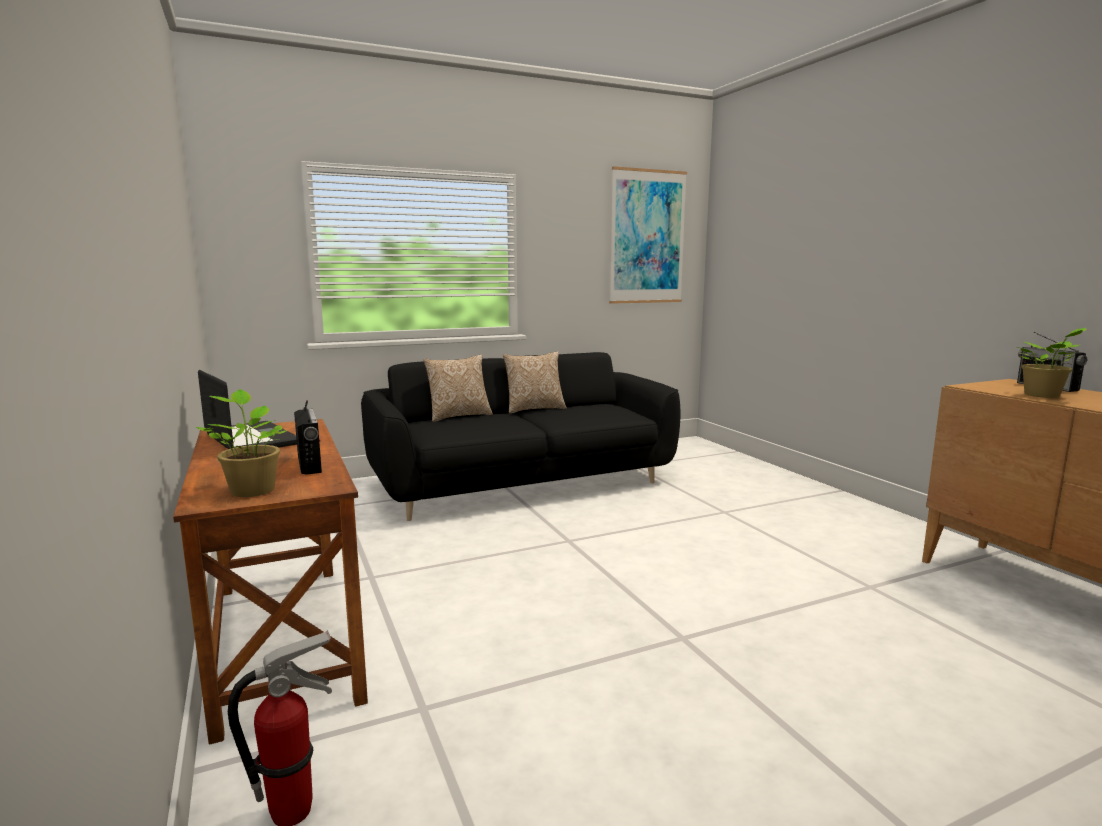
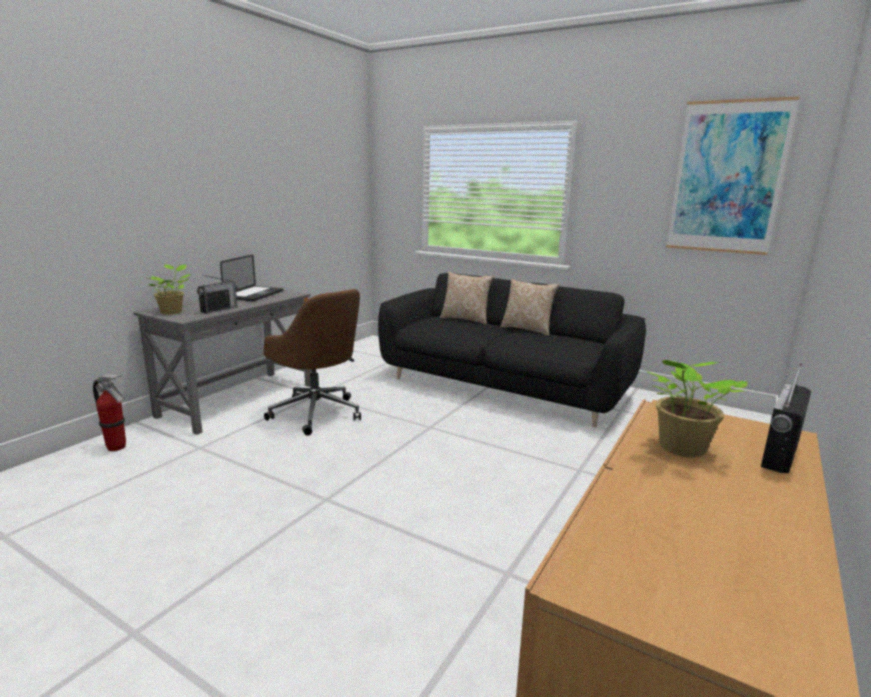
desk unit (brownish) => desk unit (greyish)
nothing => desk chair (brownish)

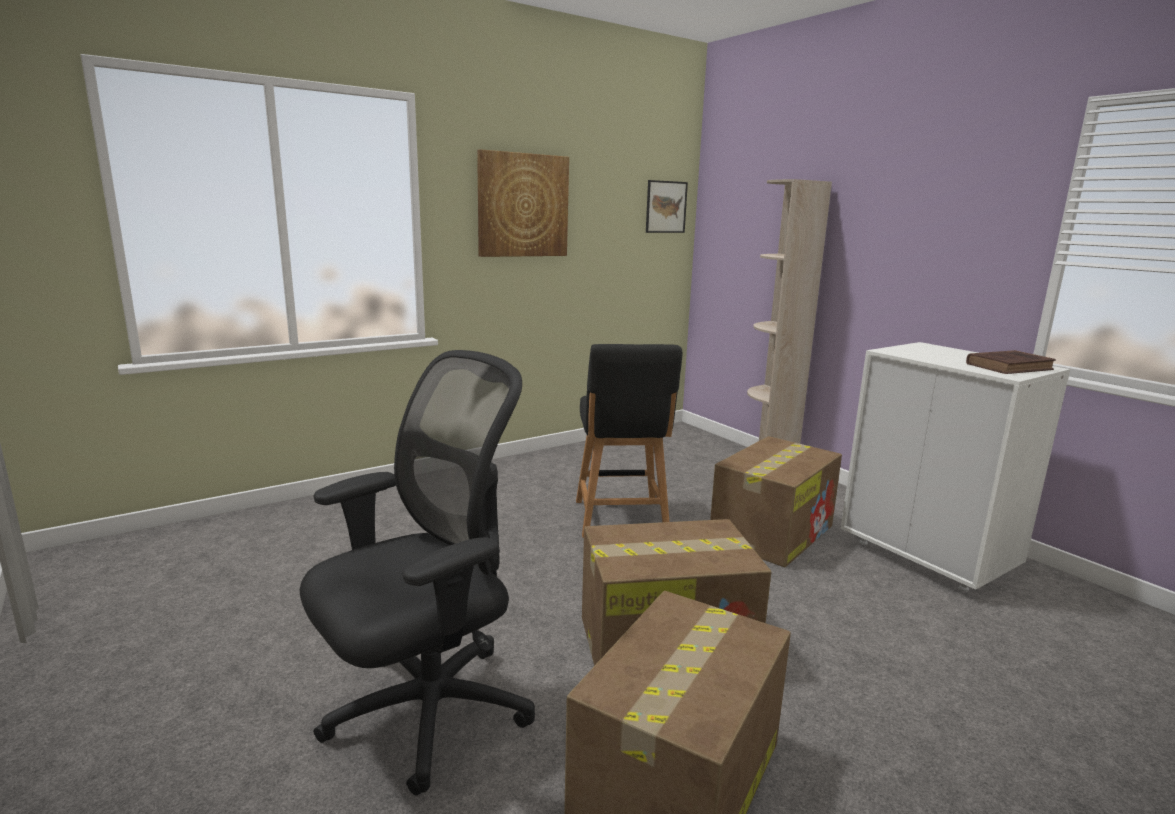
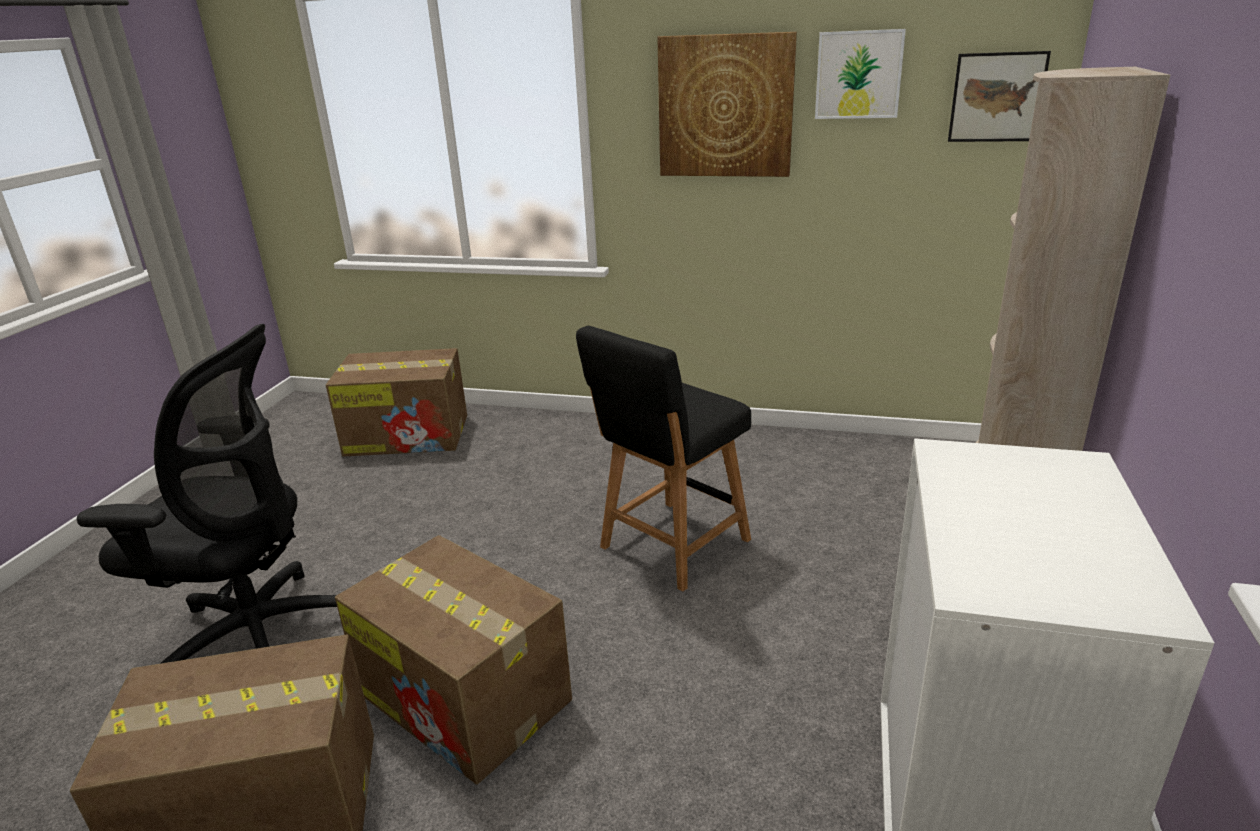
carton (no. 3 from left in the first image) => carton (no. 2 from left), shifted
bound book (brownish) => nothing
nothing => wall art (no. 2 from left)

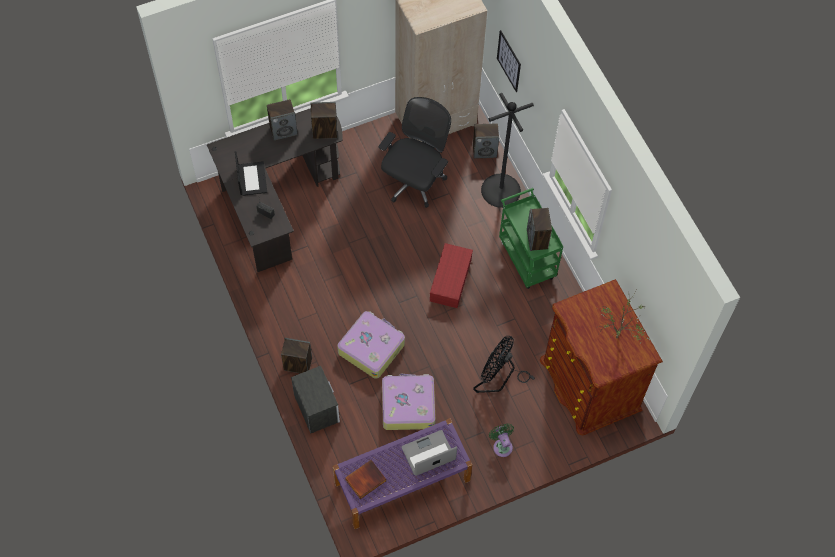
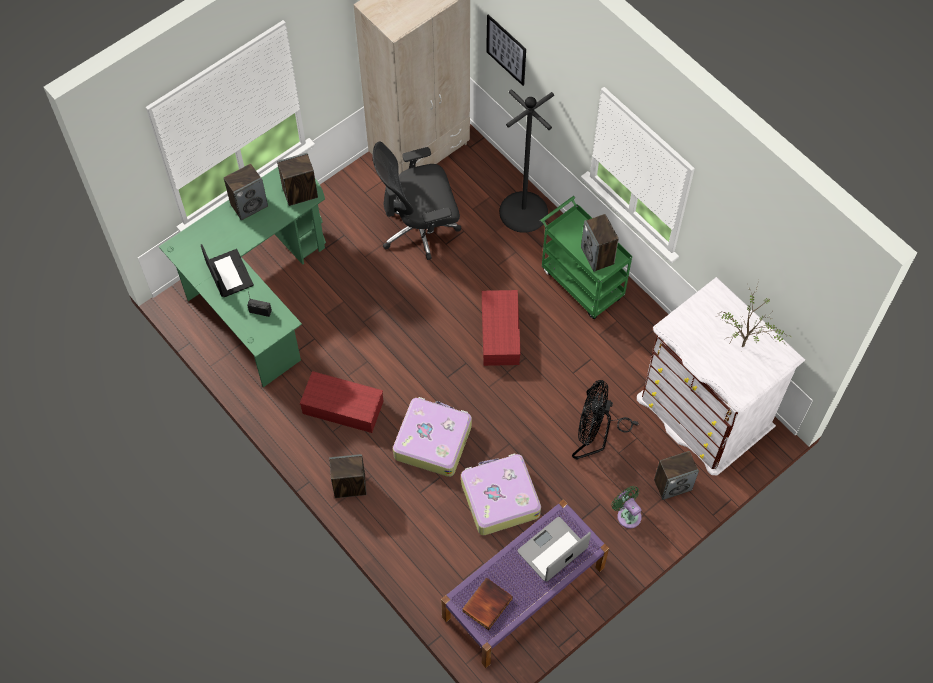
desk unit (black-coloured) => desk unit (greenish)
nightstand => nothing
desk chair, 120 degrees counterclockwise
speaker (no. 4 from left in the first image) => speaker (no. 5 from left), shifted
dresser (brownish) => dresser (white)
nothing => storage box (reddish) (no. 1 from left)

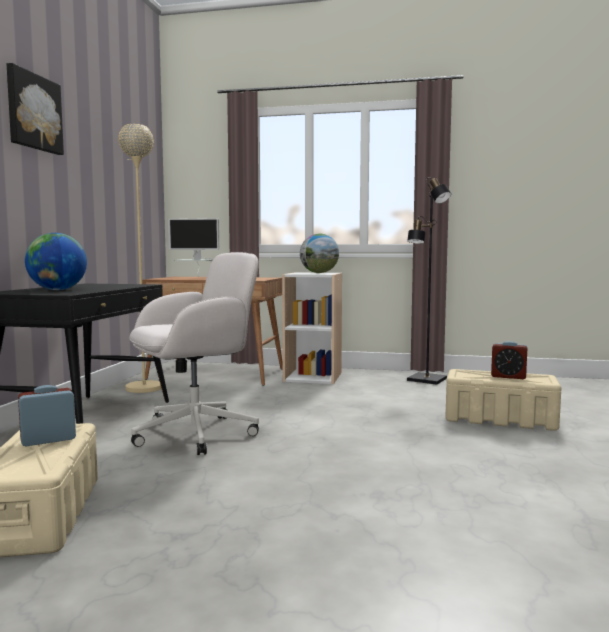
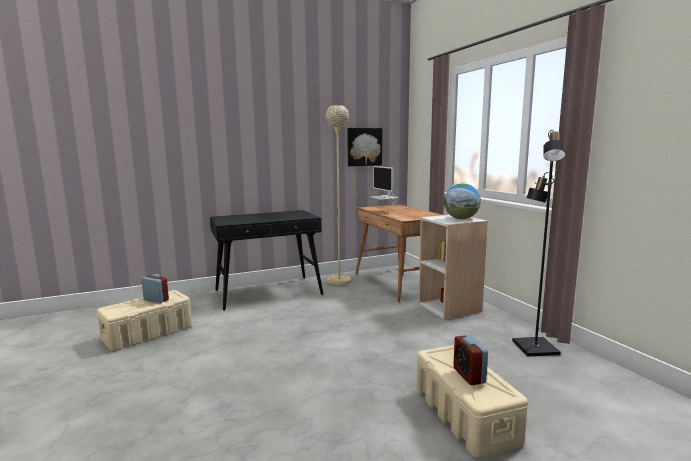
wall art, shifted
globe (no. 1 from left) => nothing
desk chair (white) => nothing

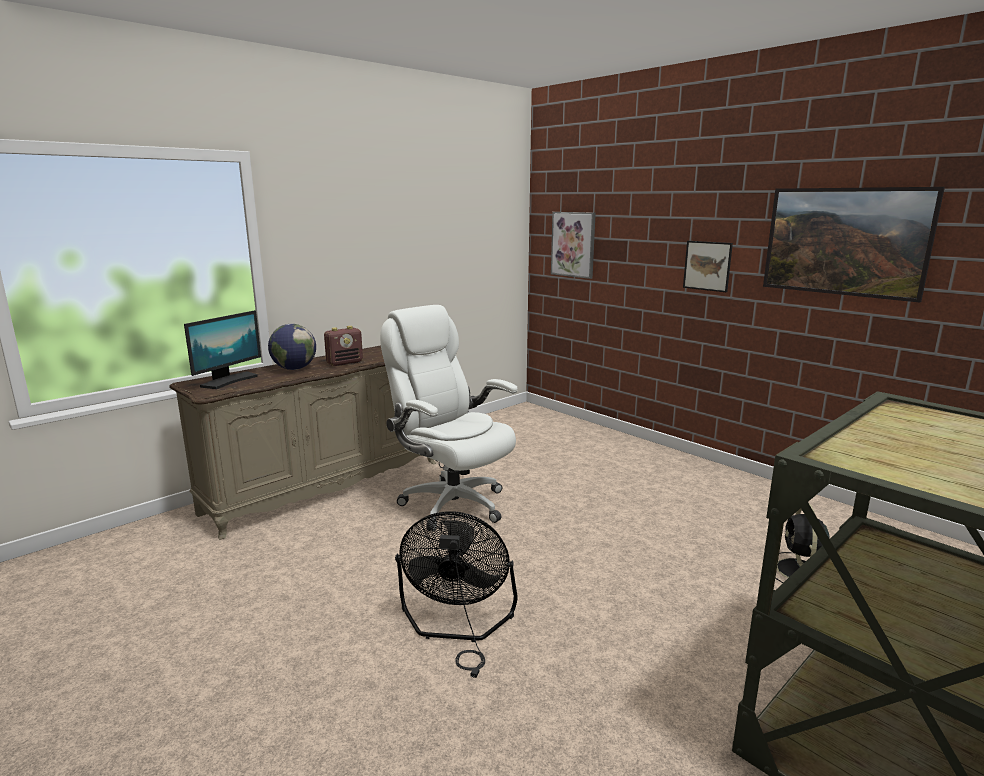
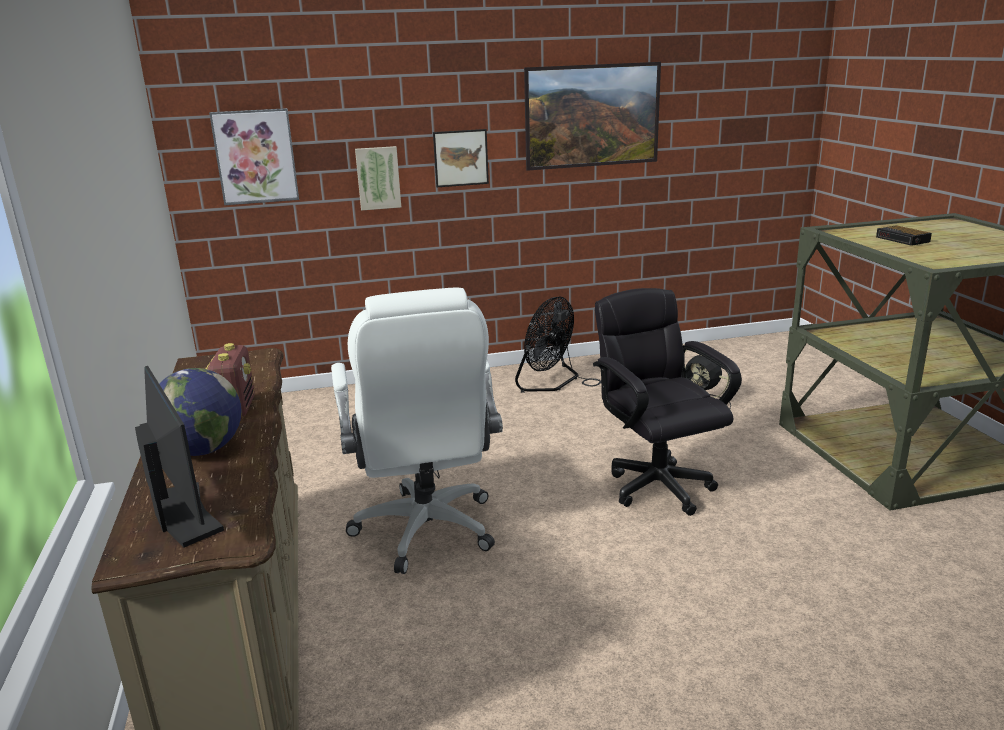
desk chair (white), 90 degrees counterclockwise
cooling fan (black-coloured) (no. 1 from left), shifted
nothing => wall art (no. 2 from left)
nothing => desk chair (black-coloured)
nothing => bedside clock

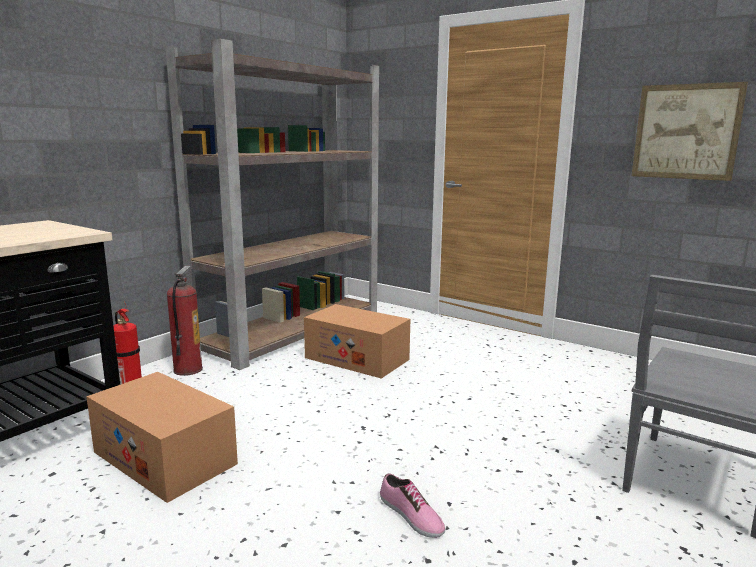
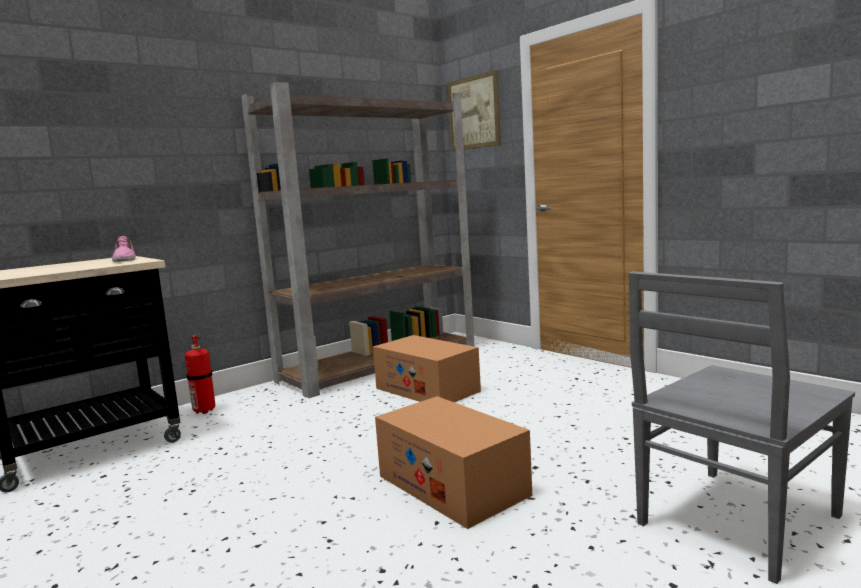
carton (no. 1 from left in the first image) => carton (no. 2 from left), shifted
fire-fighting cylinder (no. 2 from left) => nothing
low shoe, shifted
wall art, shifted

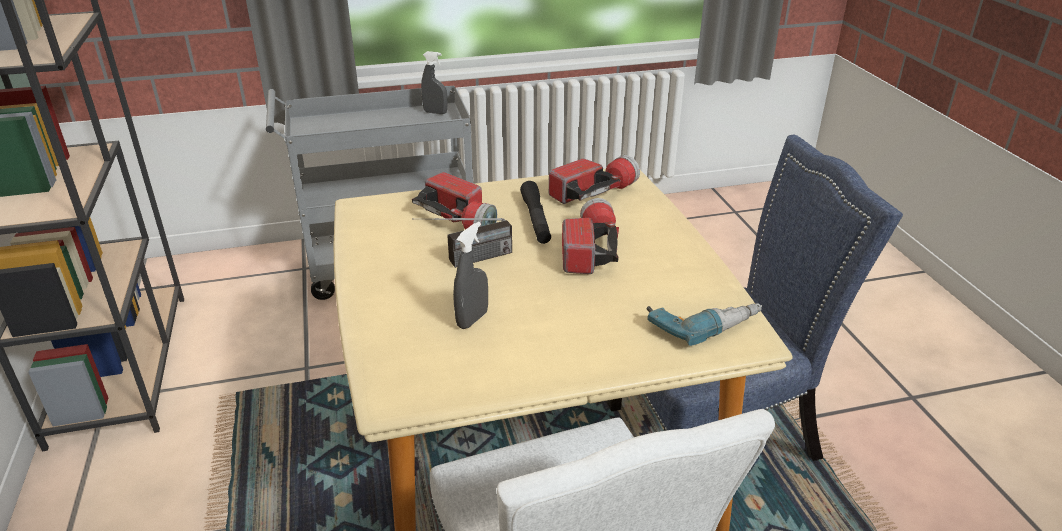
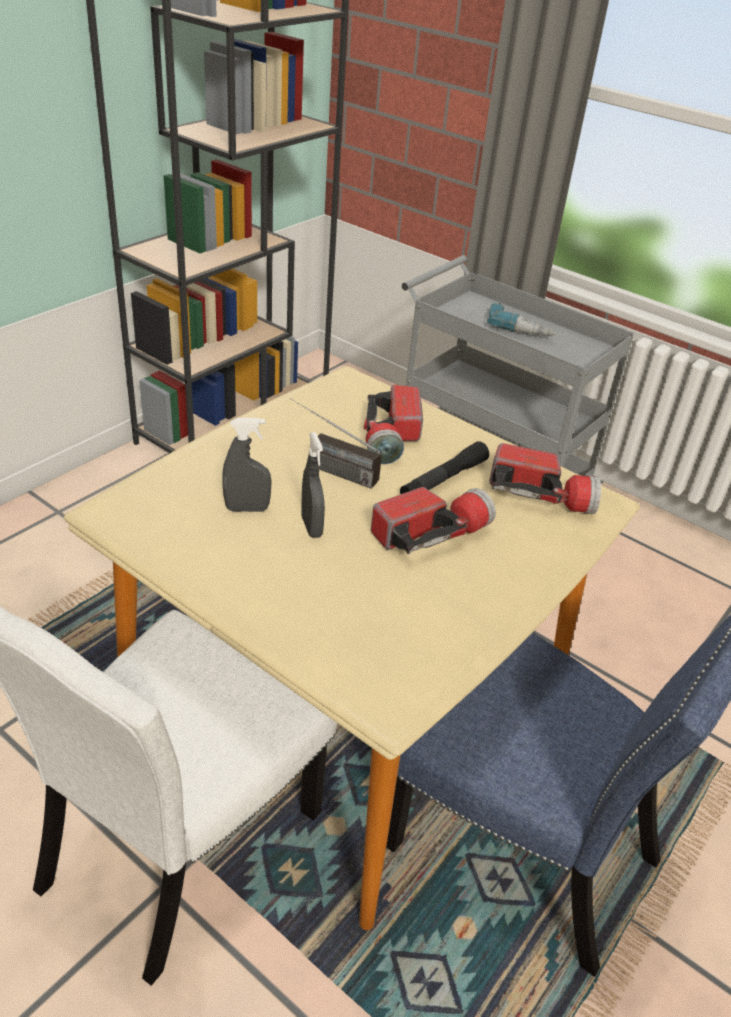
sprayer (greyish) (no. 1 from left in the first image) => sprayer (greyish) (no. 2 from left), shifted
power drill, shifted

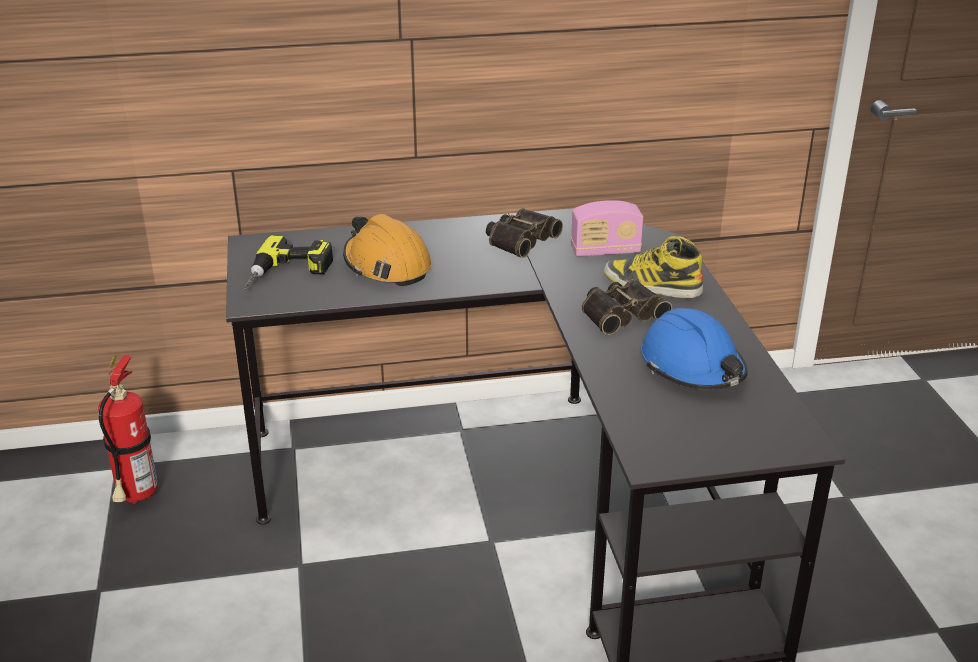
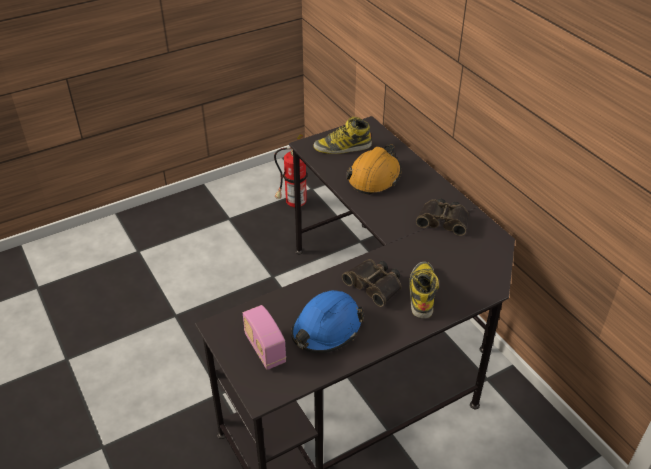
power drill => tall boot (no. 1 from left)
radio, shifted

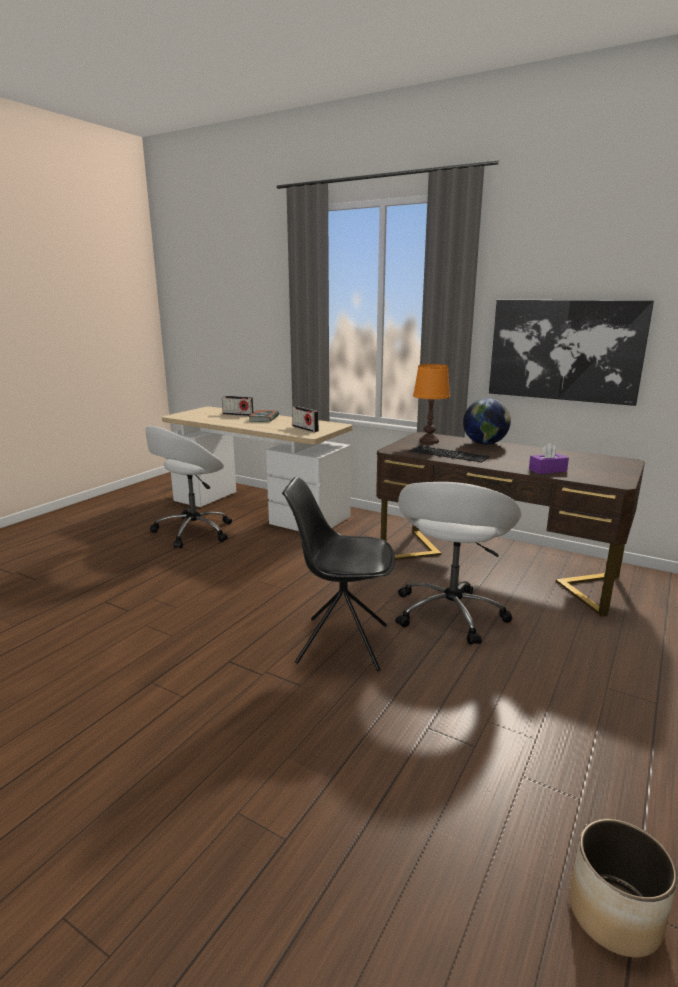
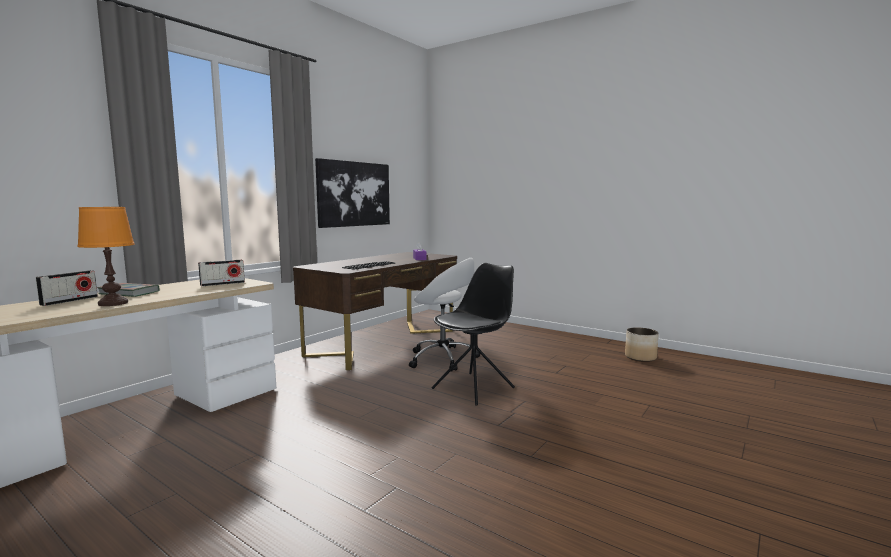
desk chair (white) (no. 1 from left) => nothing
upright chair (black-coloured), 150 degrees counterclockwise
lamp for a table (orange-coloured), shifted
globe => nothing

